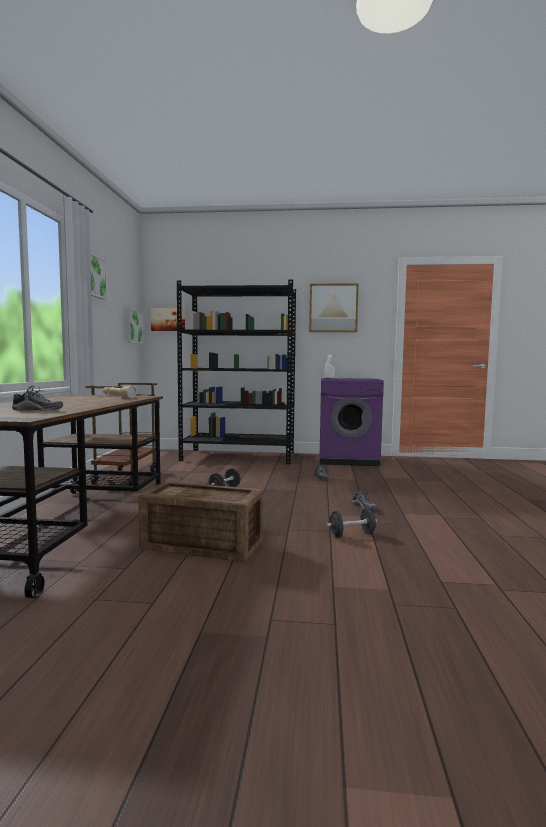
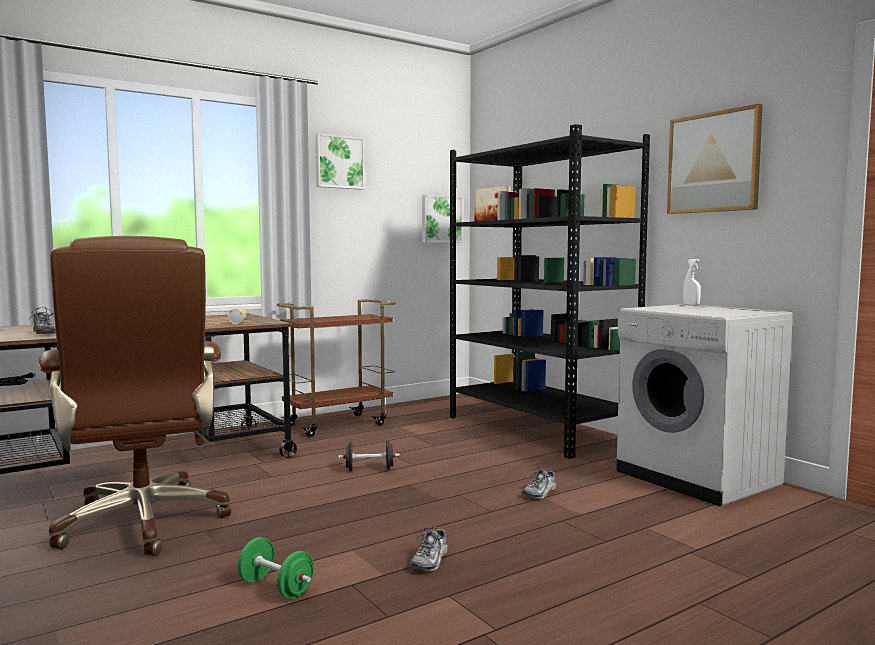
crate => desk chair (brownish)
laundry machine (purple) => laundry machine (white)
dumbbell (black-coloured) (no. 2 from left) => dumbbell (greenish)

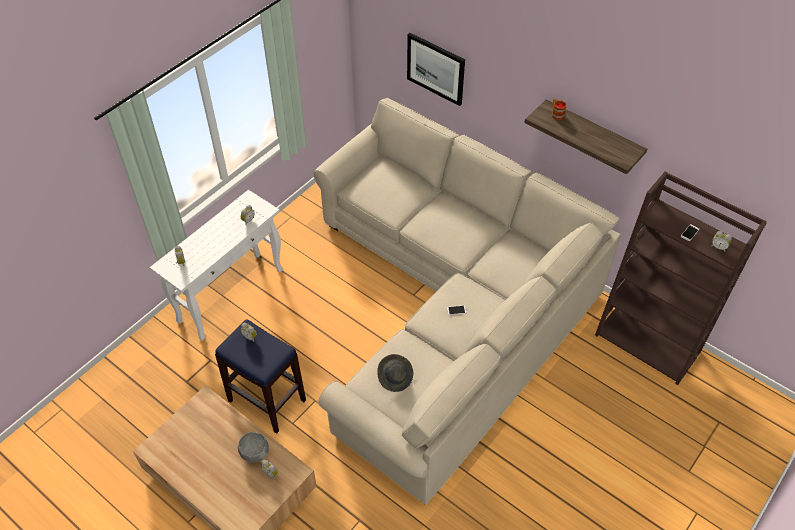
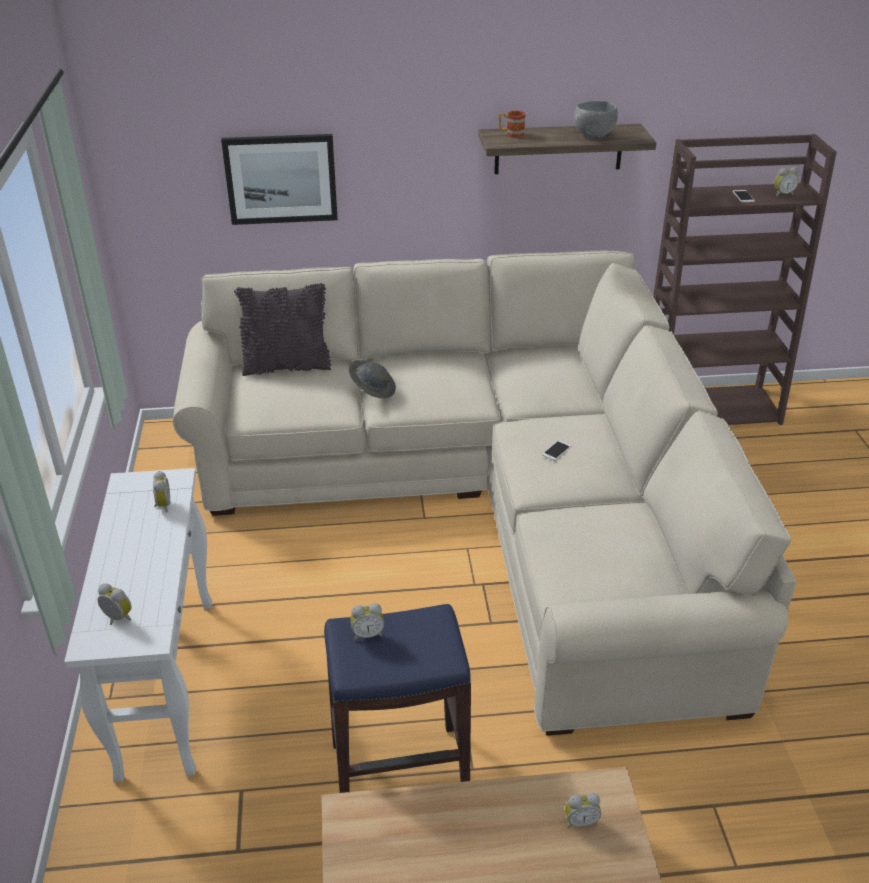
serving bowl (greyish), shifted
hat (greyish), shifted
nothing => cushion (black-coloured)

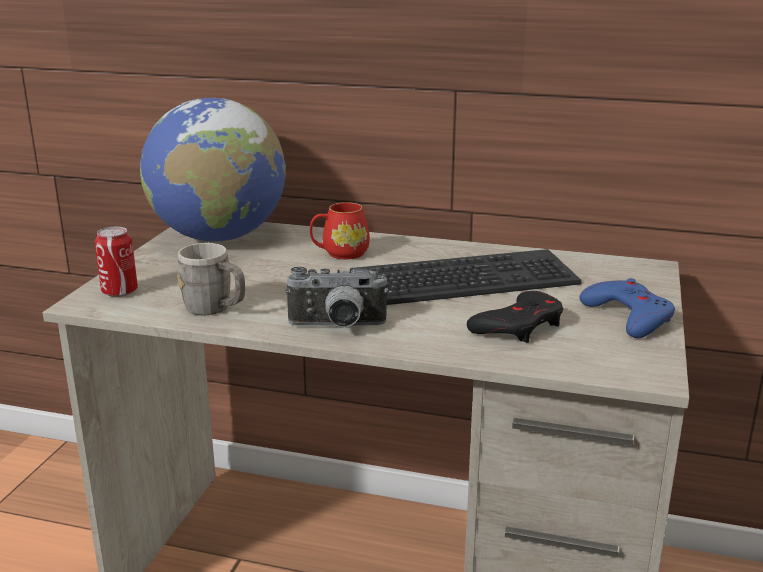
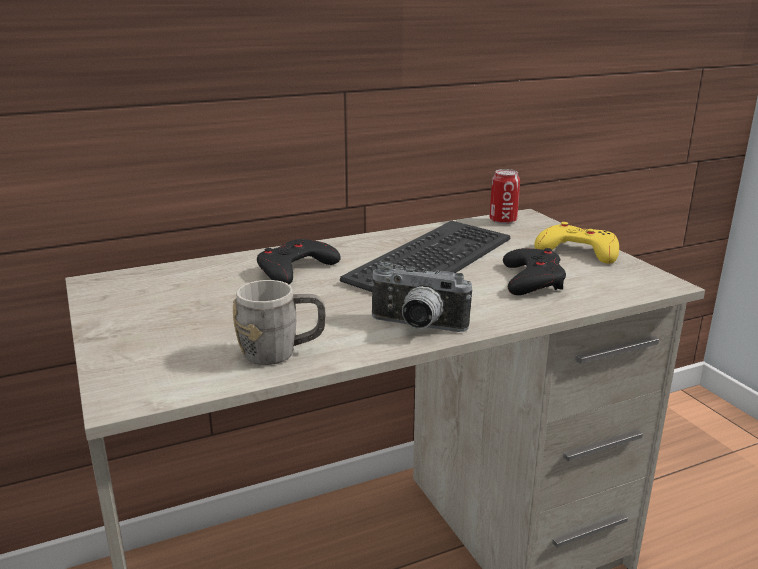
metal can, shifted
globe => nothing
still camera, 60 degrees clockwise
tea mug (reddish) => game controller (black-coloured) (no. 1 from left)
game controller (blue) => game controller (yellow)

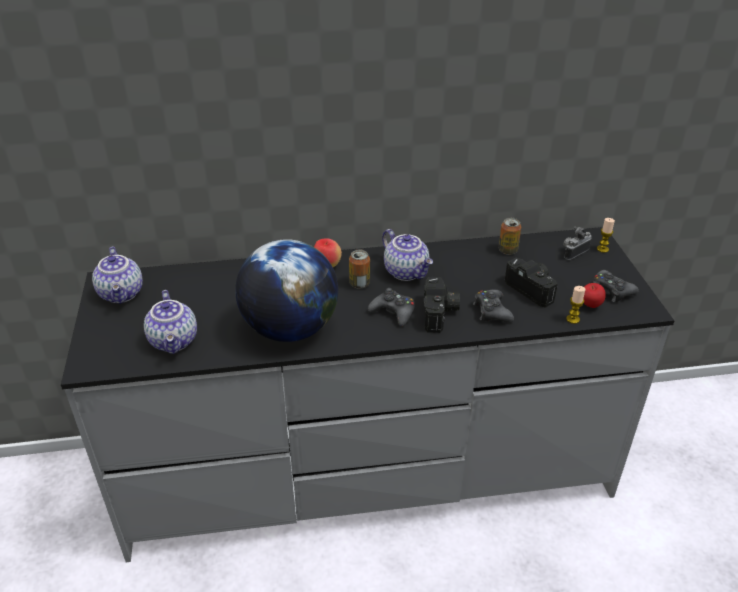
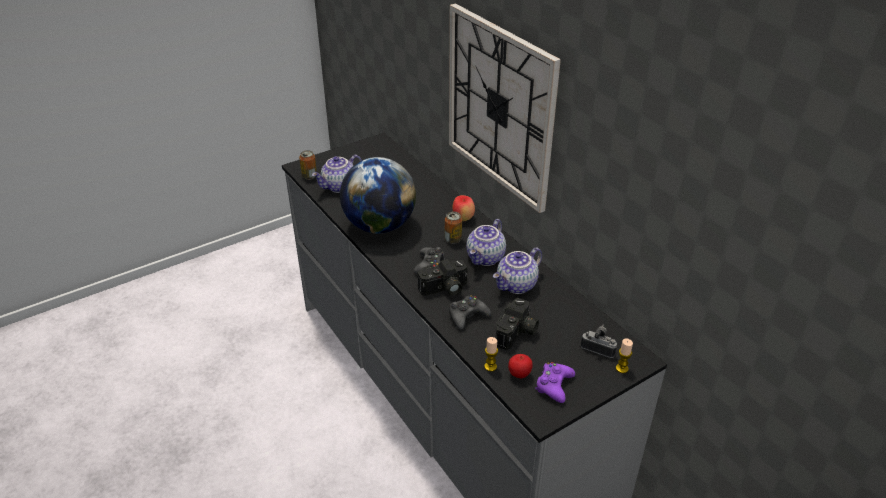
teapot (no. 1 from left in the first image) => teapot (no. 3 from left), shifted
metal can (no. 2 from left in the first image) => metal can (no. 1 from left), shifted
game controller (black-coloured) (no. 3 from left) => game controller (purple)
nothing => hanging clock

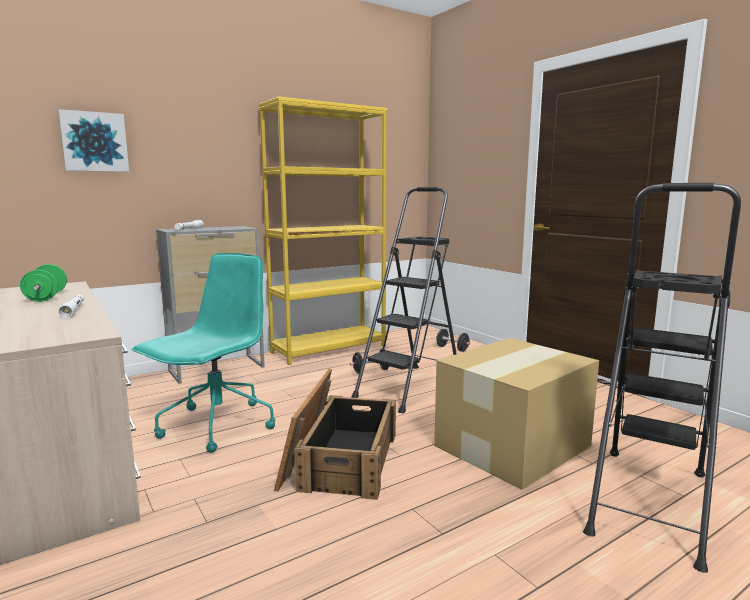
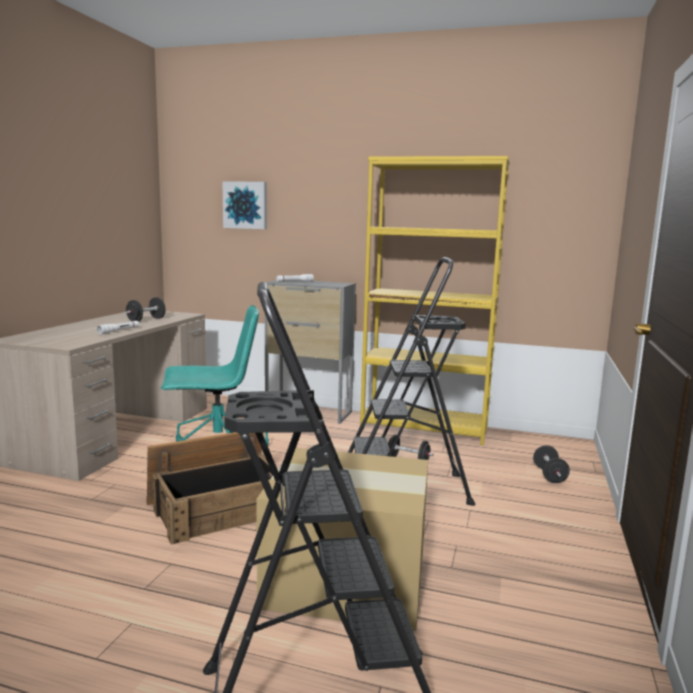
dumbbell (greenish) => dumbbell (black-coloured) (no. 1 from left)

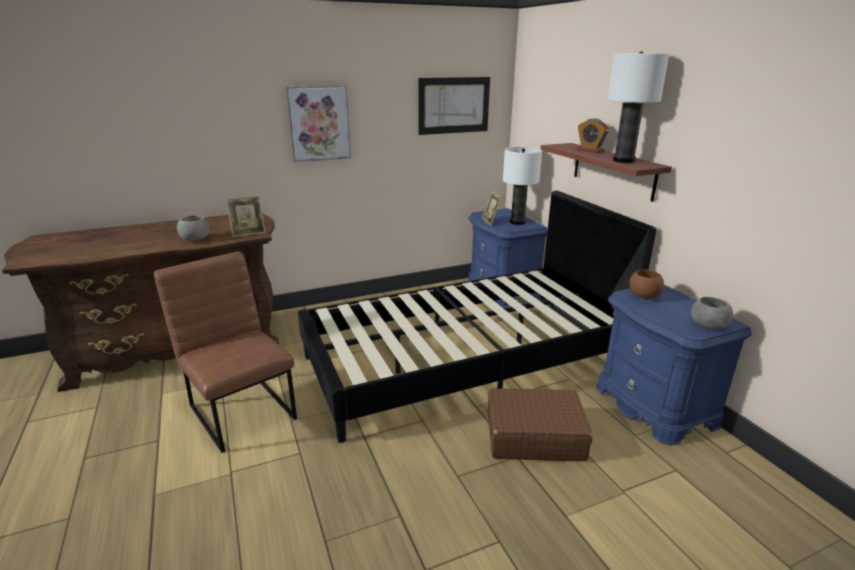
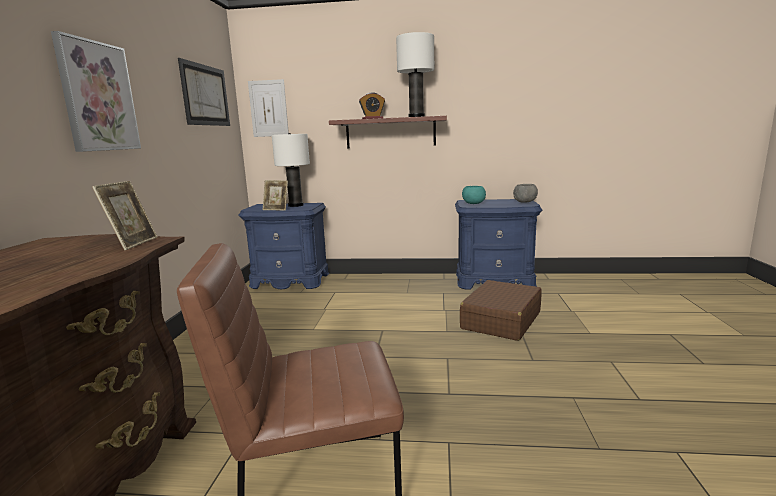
serving bowl (greyish) (no. 1 from left) => nothing
bed (black-coloured) => nothing
serving bowl (brownish) => serving bowl (blue-green)
nothing => wall art (no. 3 from left)

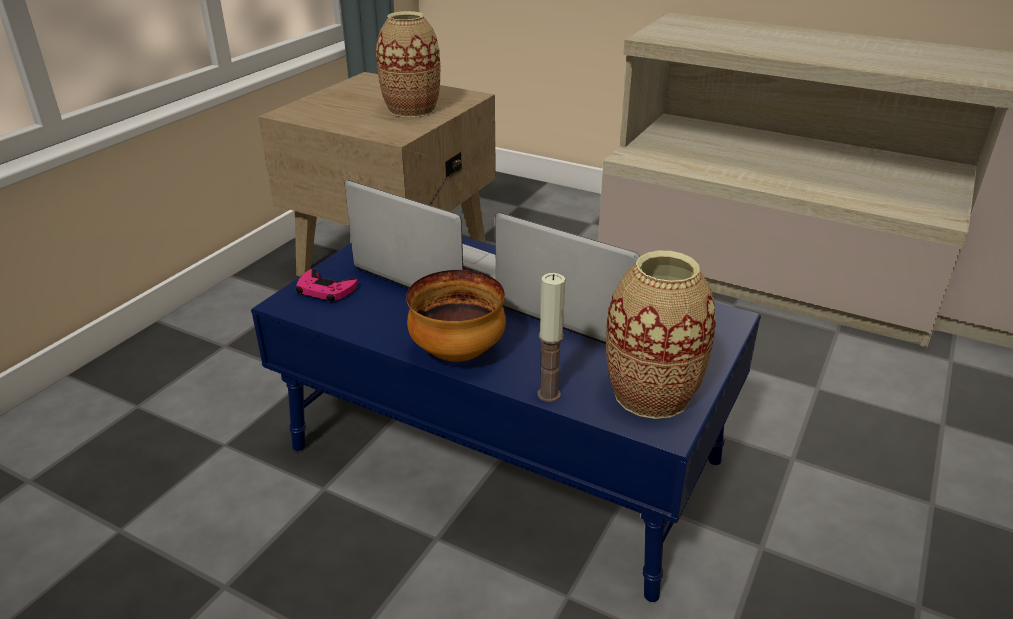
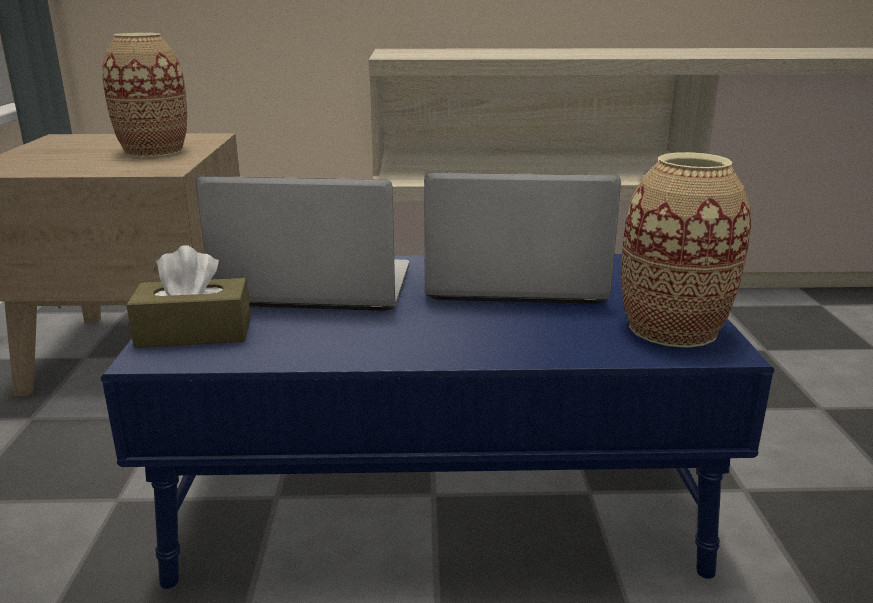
game controller (pink-coloured) => box of tissues (brownish)
serving bowl => nothing
wax light => nothing

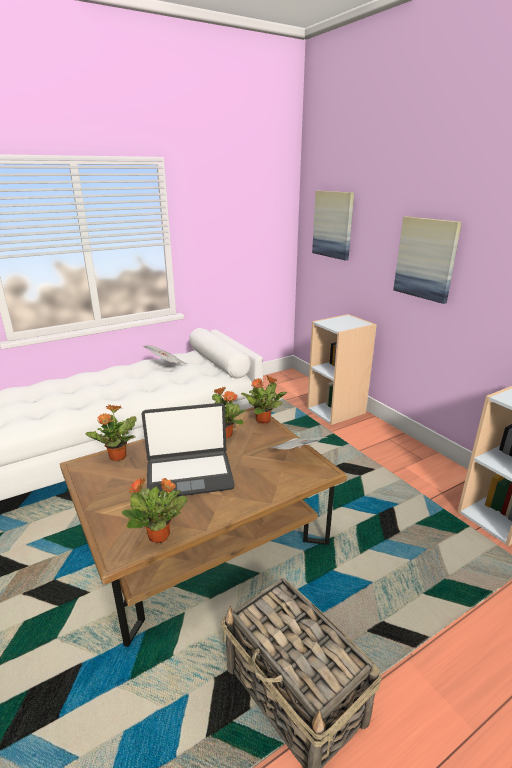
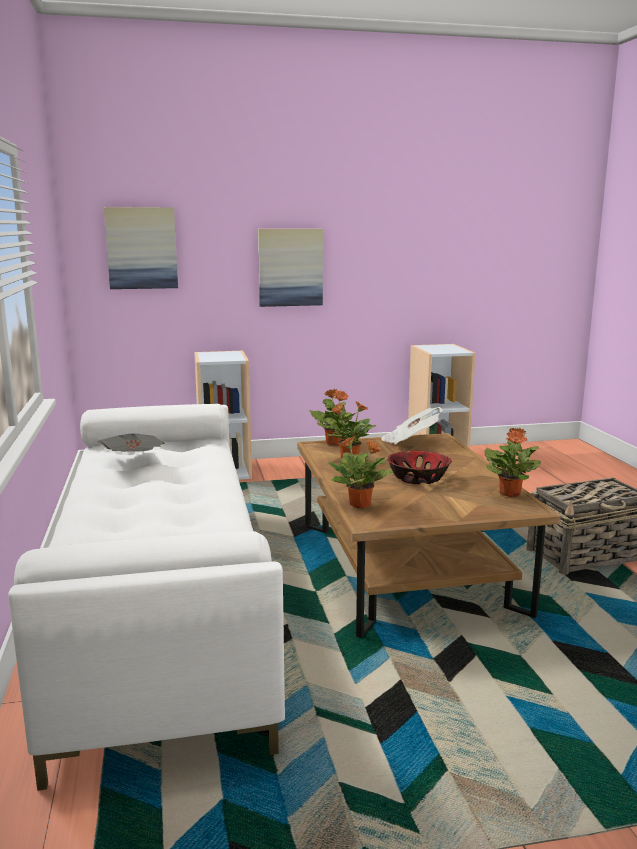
portable computer => serving bowl

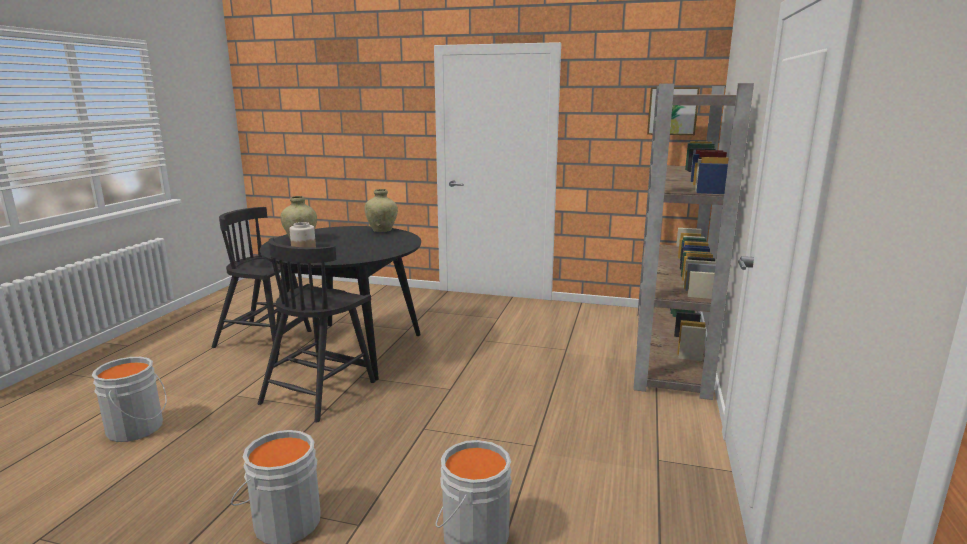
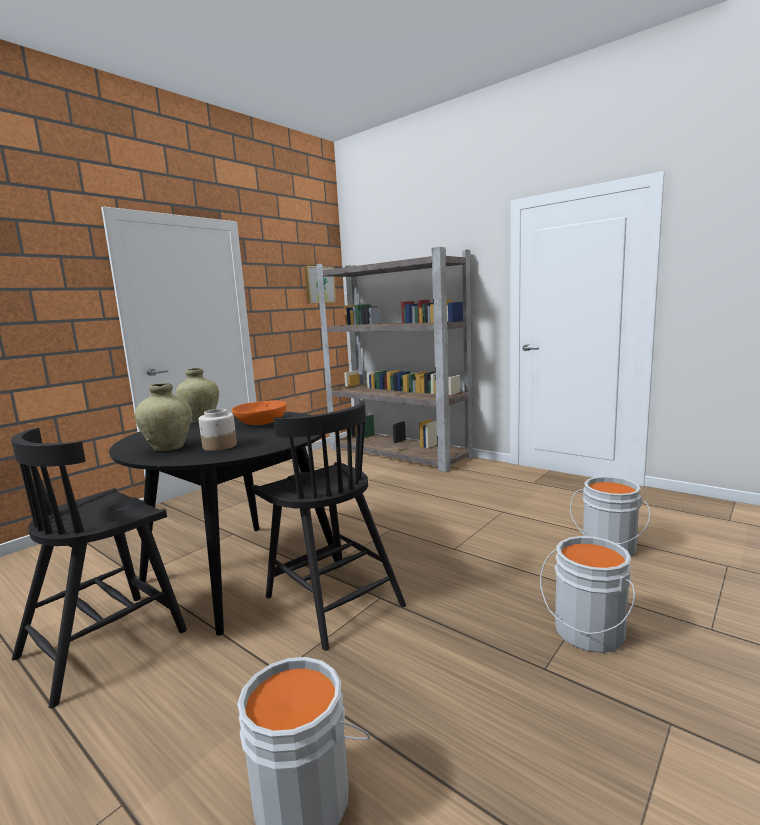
nothing => serving bowl (orange-coloured)

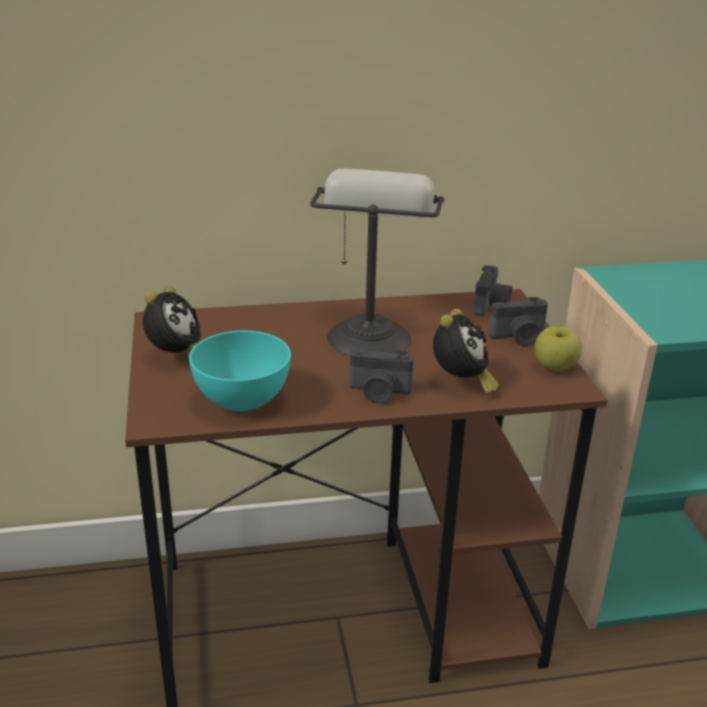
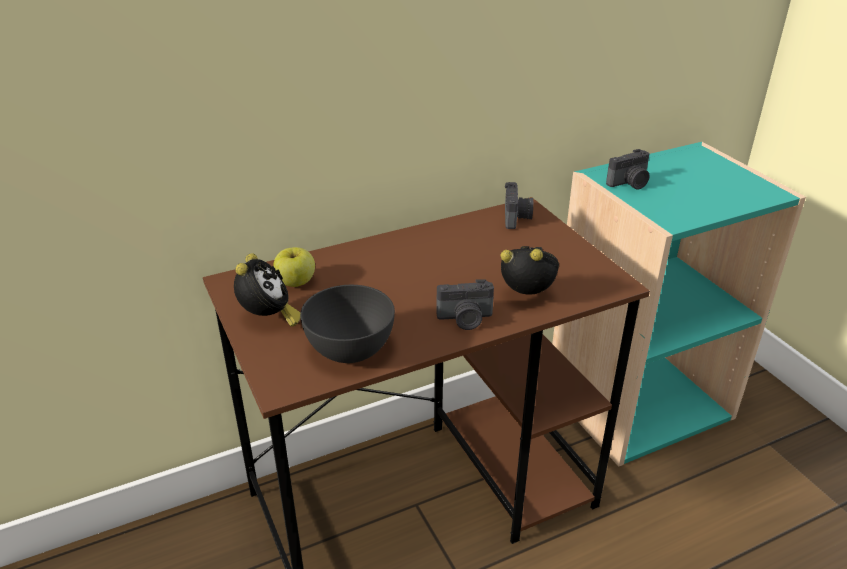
serving bowl (blue-green) => serving bowl (greyish)
lamp for a table => nothing
bedside clock (no. 2 from left), 75 degrees counterclockwise
still camera (no. 3 from left), shifted
apple, shifted

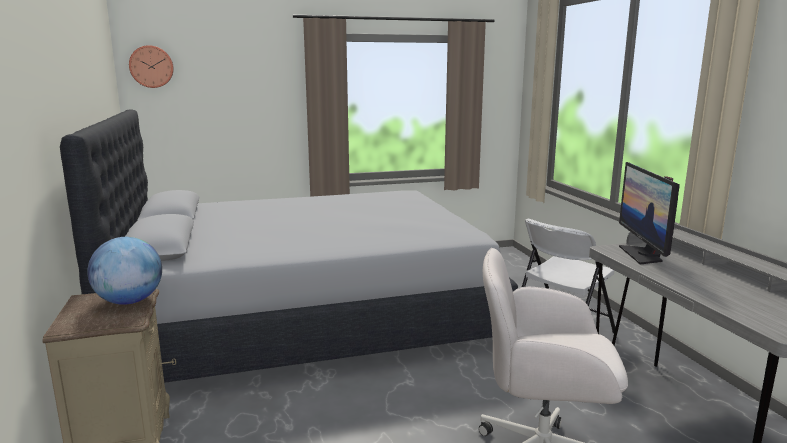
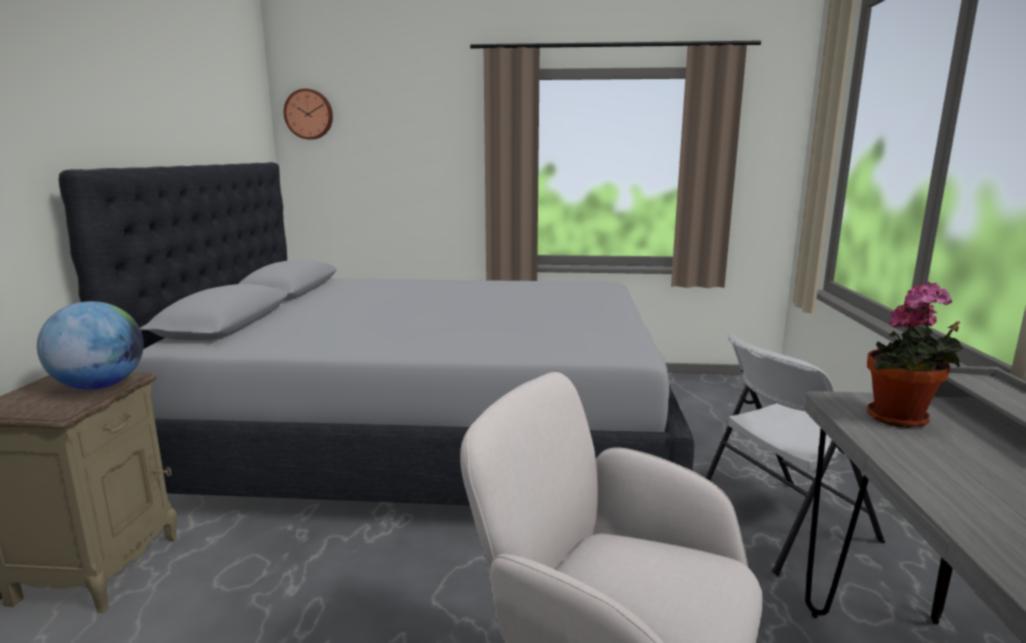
computer screen => houseplant

